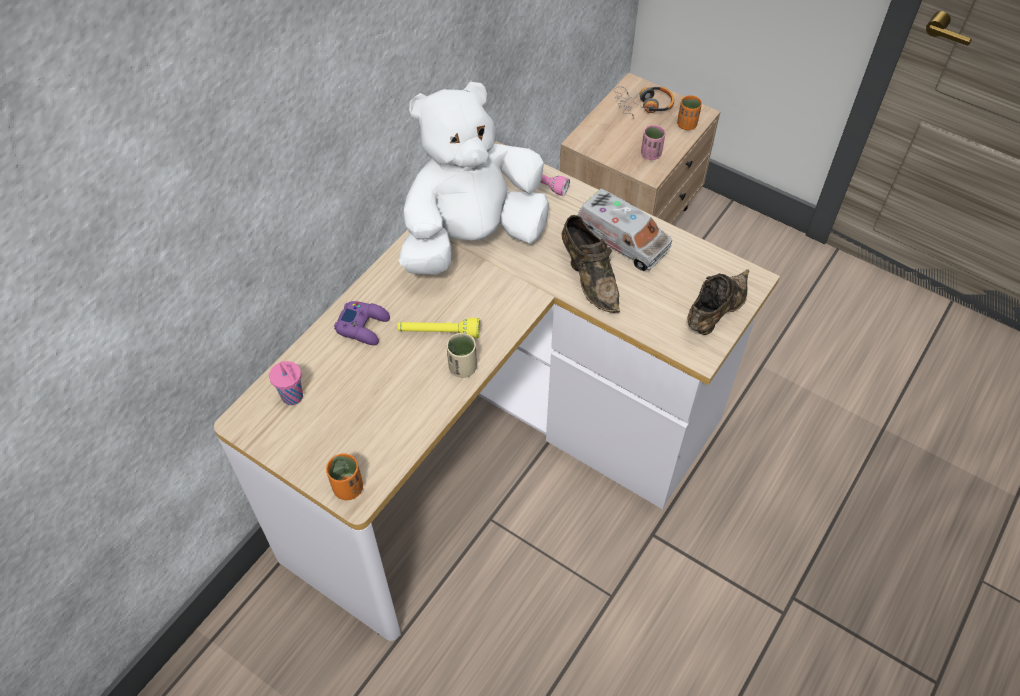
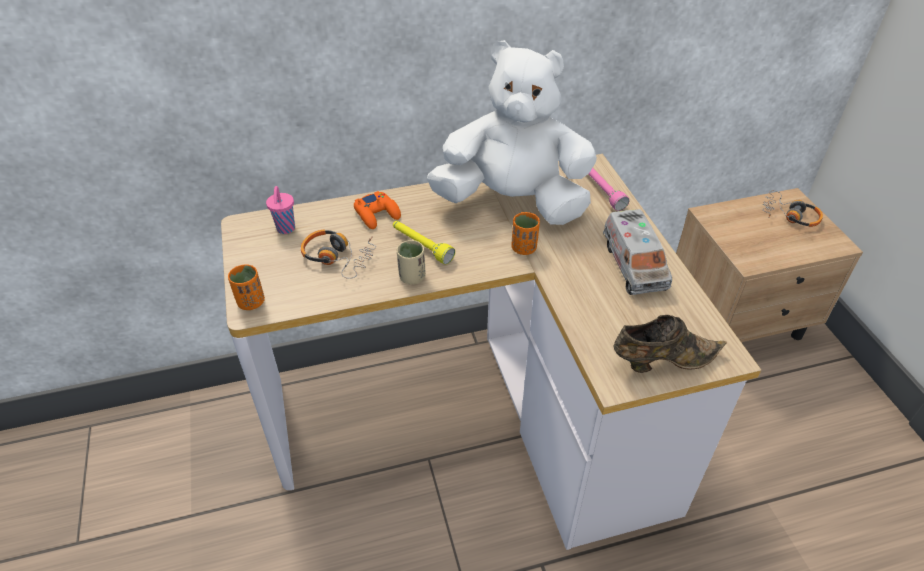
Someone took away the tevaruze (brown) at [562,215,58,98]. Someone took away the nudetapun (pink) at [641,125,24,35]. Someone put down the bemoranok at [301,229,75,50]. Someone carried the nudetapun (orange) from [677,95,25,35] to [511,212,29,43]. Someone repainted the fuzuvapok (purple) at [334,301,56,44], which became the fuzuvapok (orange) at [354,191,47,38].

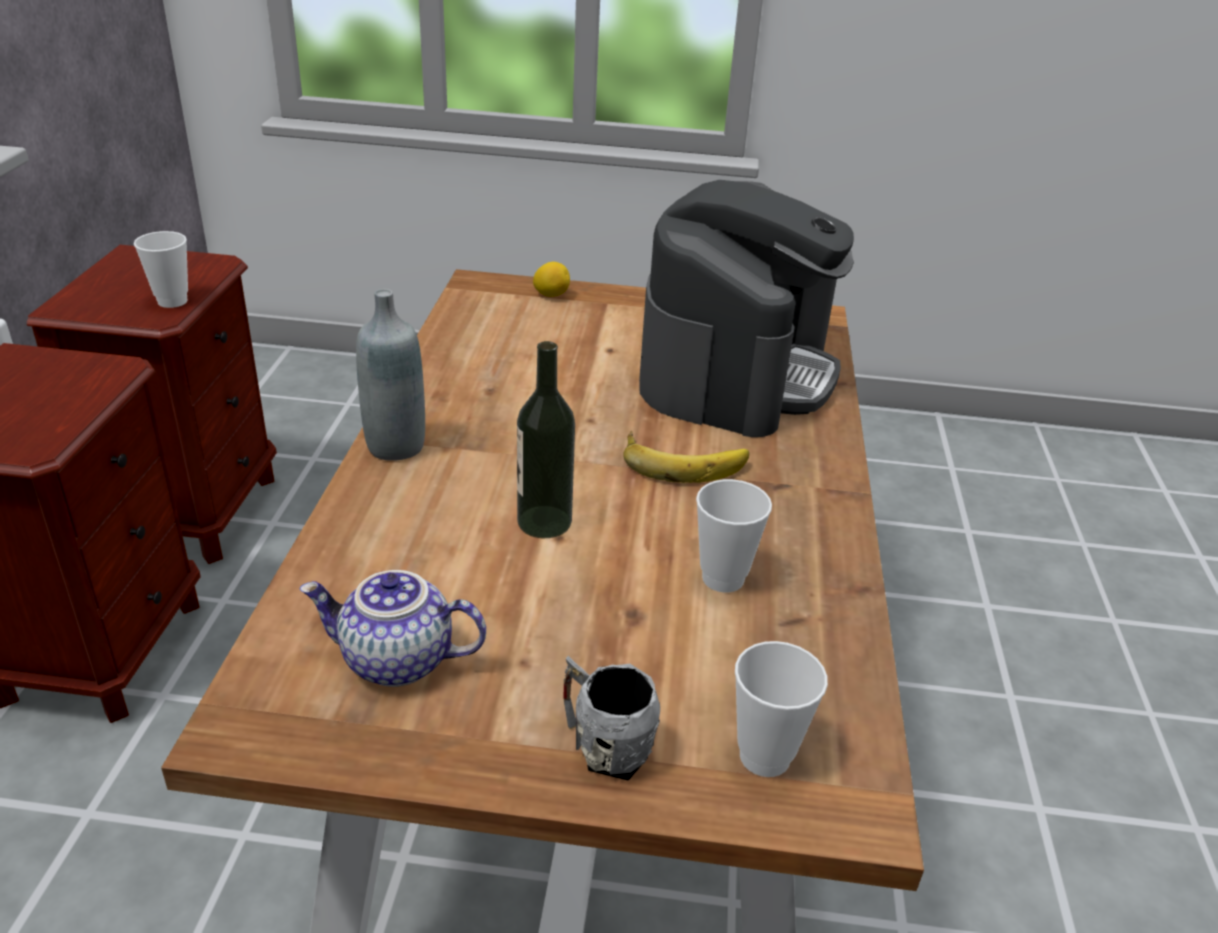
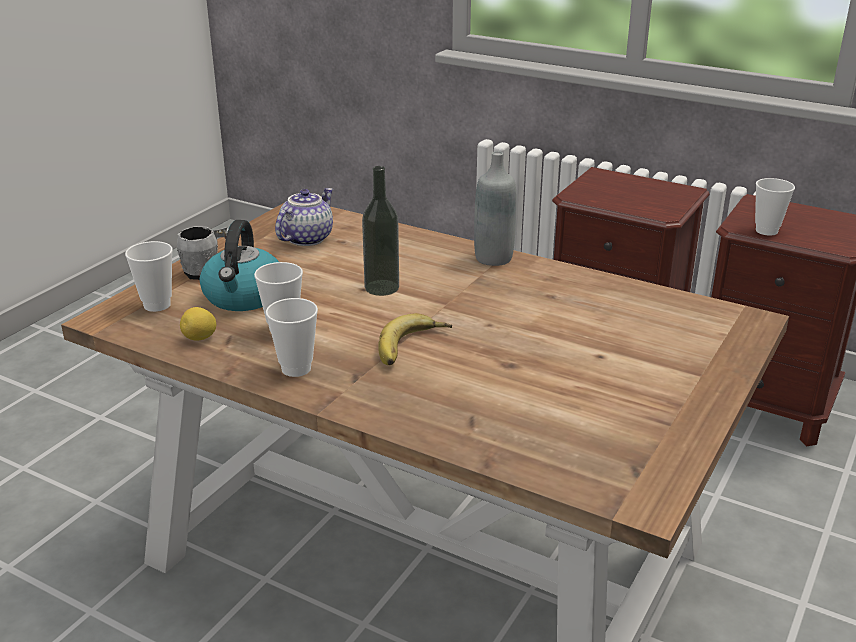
Someone took away the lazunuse at [639,180,215,257]. Someone put down the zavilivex at [199,220,80,91]. Someone put down the nudetapun at [266,298,52,79]. Someone carried the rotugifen from [533,262,37,35] to [180,307,36,34].

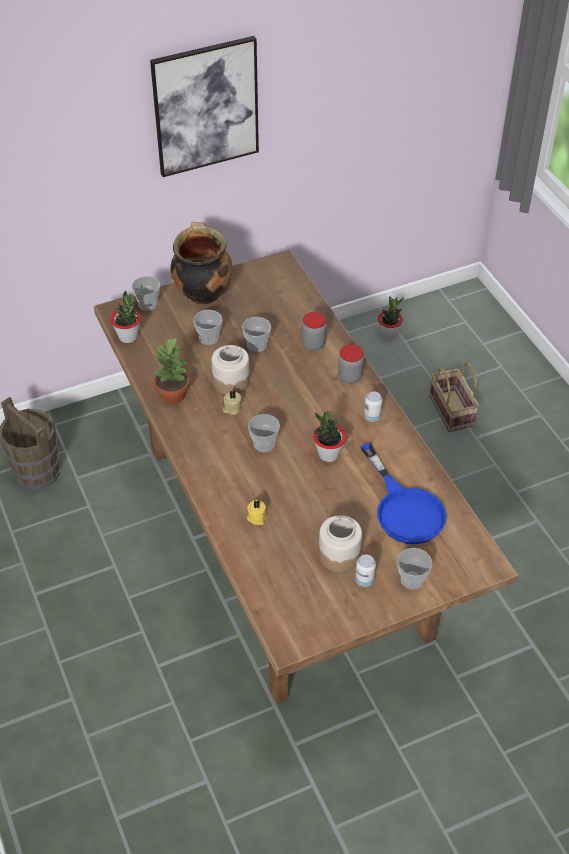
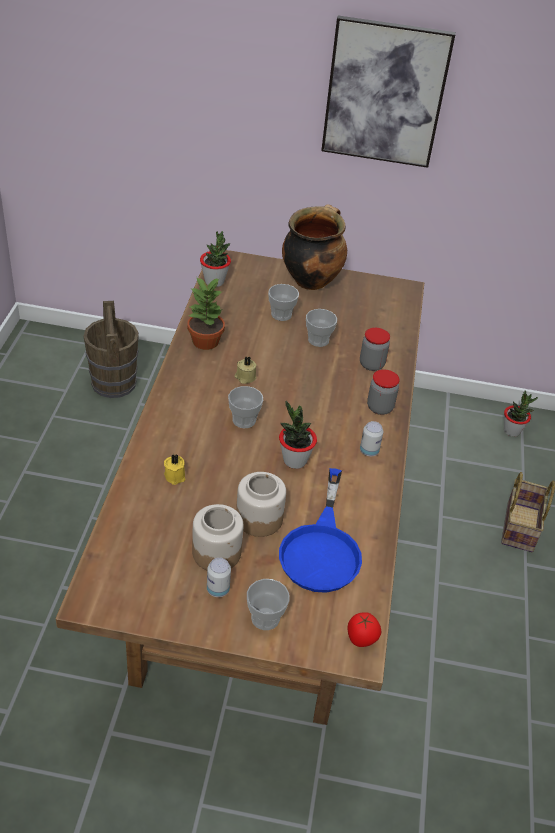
Someone took away the nudetapun at [132,276,28,35]. Someone put down the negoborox at [347,612,34,35]. Someone carried the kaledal from [212,345,38,50] to [236,472,50,65].

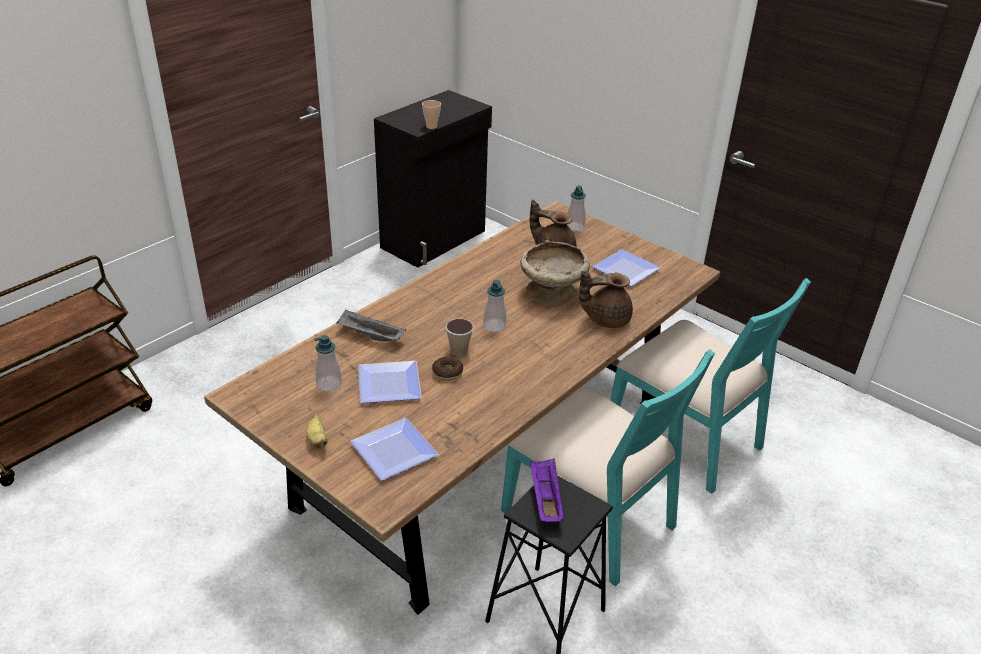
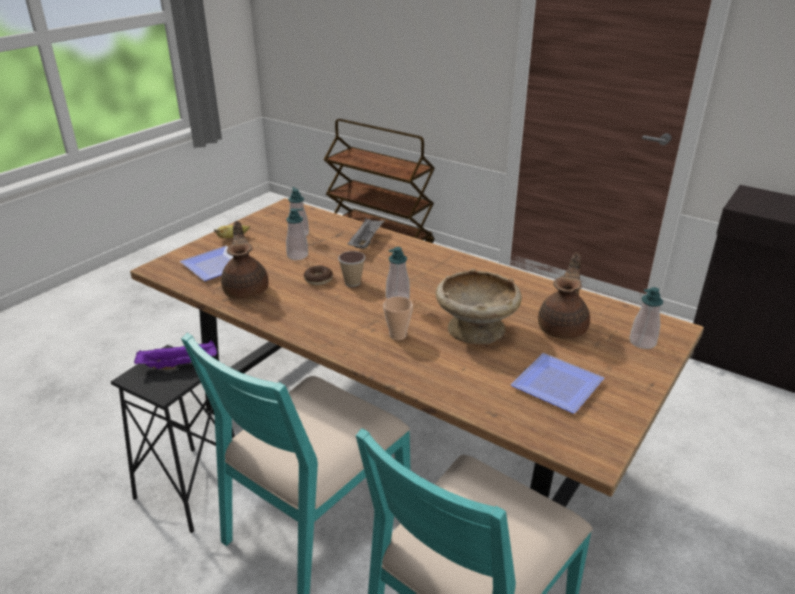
Someone carried the nudetapun from [422,100,19,29] to [383,297,30,43]. Someone carried the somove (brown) from [579,271,54,57] to [221,221,48,78]. Someone swapped the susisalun at [358,361,64,42] for the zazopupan at [286,208,22,52].

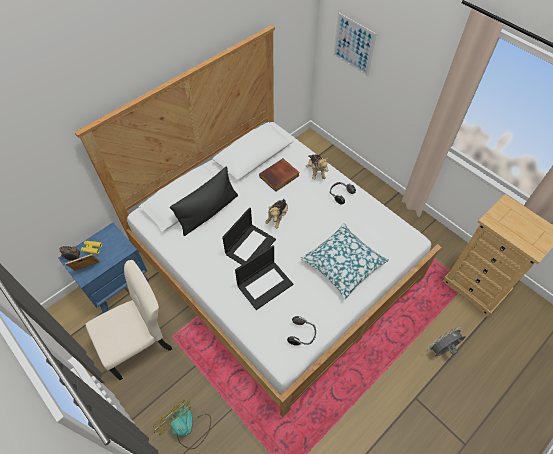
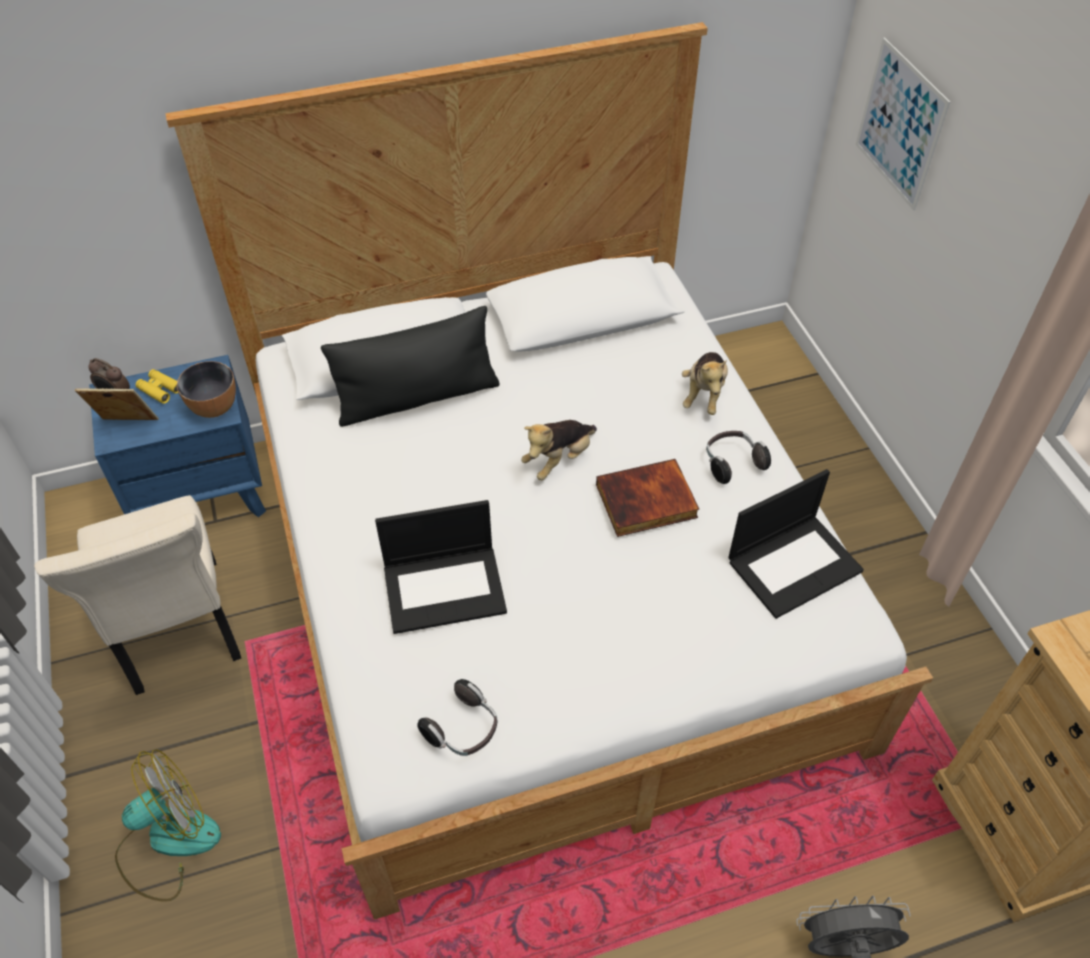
Someone took away the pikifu at [301,223,88,76]. Someone put down the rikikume at [177,361,59,57]. Someone carried the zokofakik from [222,207,54,58] to [728,469,136,150]. Someone carried the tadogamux from [259,158,41,34] to [596,459,103,78]. Someone rotated the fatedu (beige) at [86,260,86,120] by 75 degrees clockwise. Someone rotated the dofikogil at [153,399,58,50] by 75 degrees clockwise.

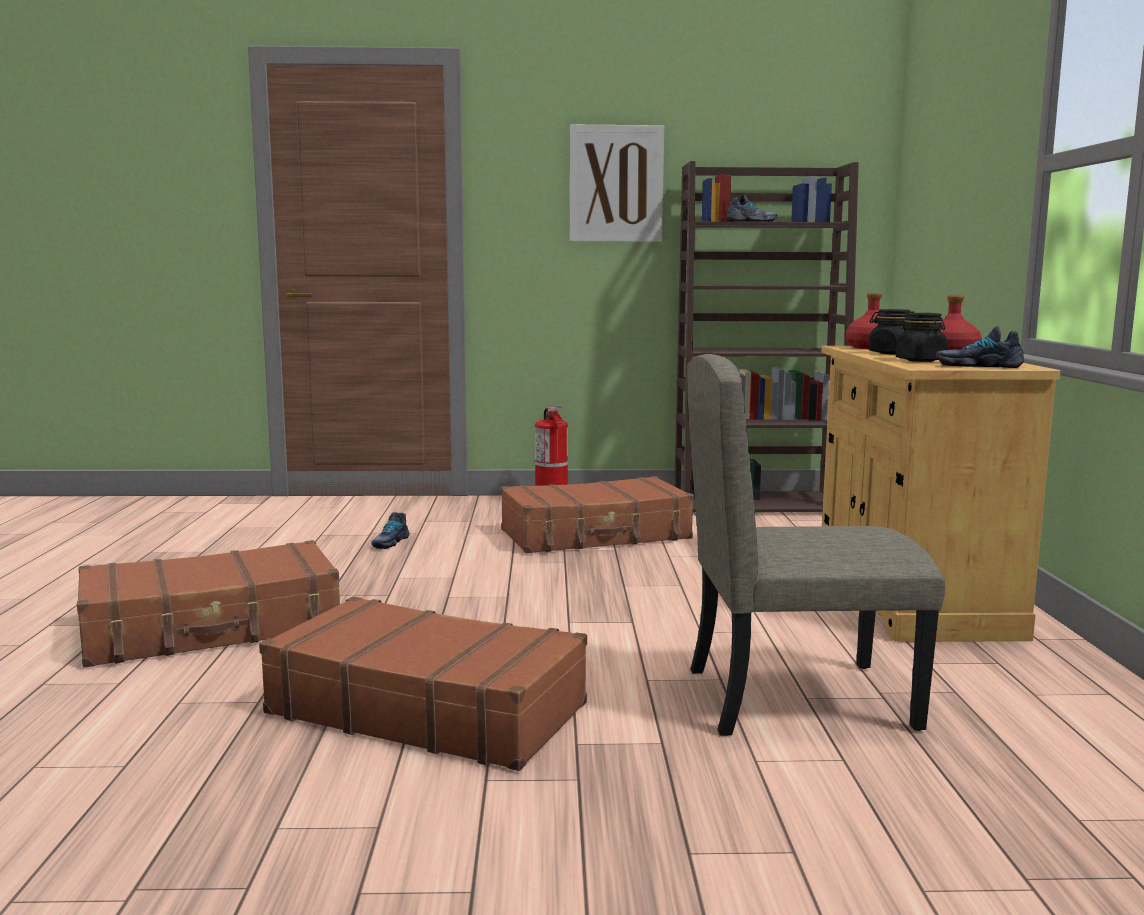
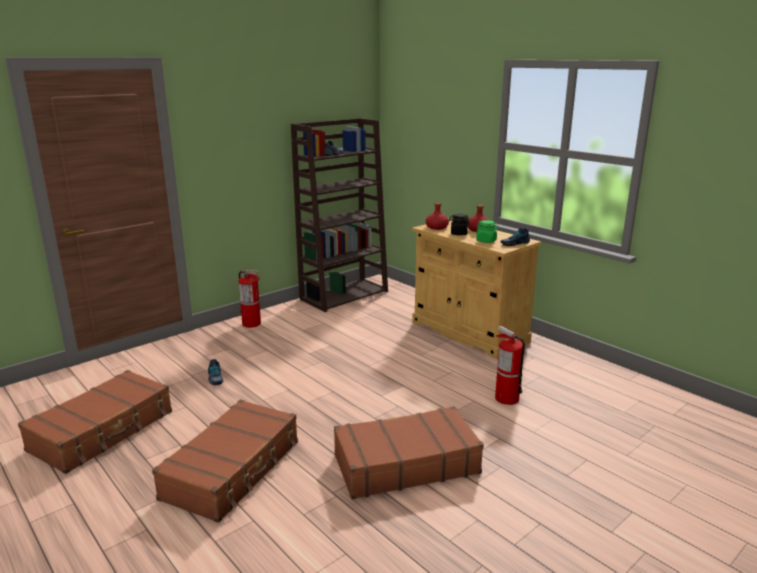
Someone took away the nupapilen at [570,125,94,117]. Someone carried the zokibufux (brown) from [501,476,193,77] to [18,370,154,104]. Someone swapped the fatedu (beige) at [687,354,258,382] for the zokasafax at [495,326,30,79]. Someone repainted the kaledal (black) at [896,313,52,49], which became the kaledal (green) at [476,220,23,23].

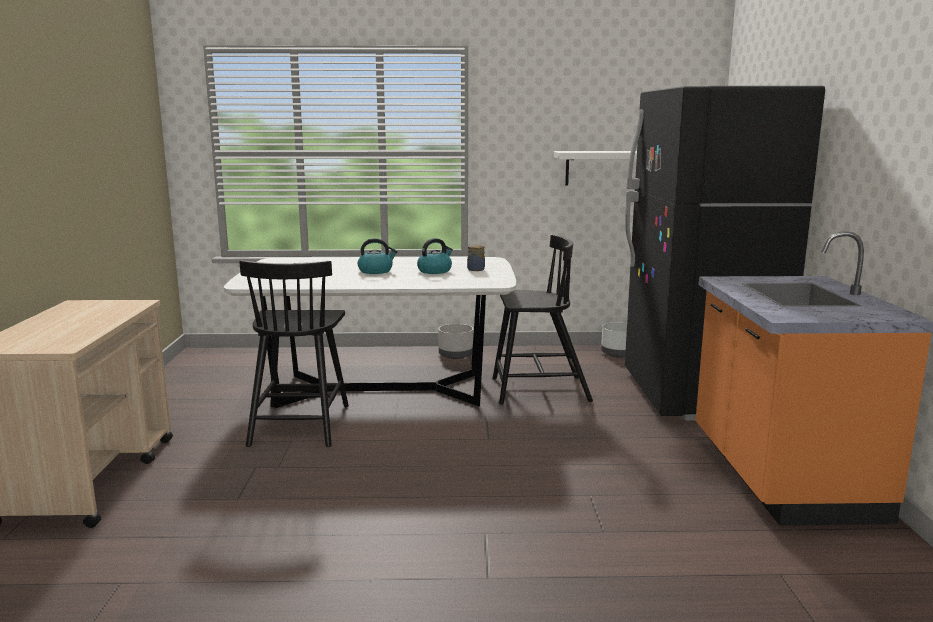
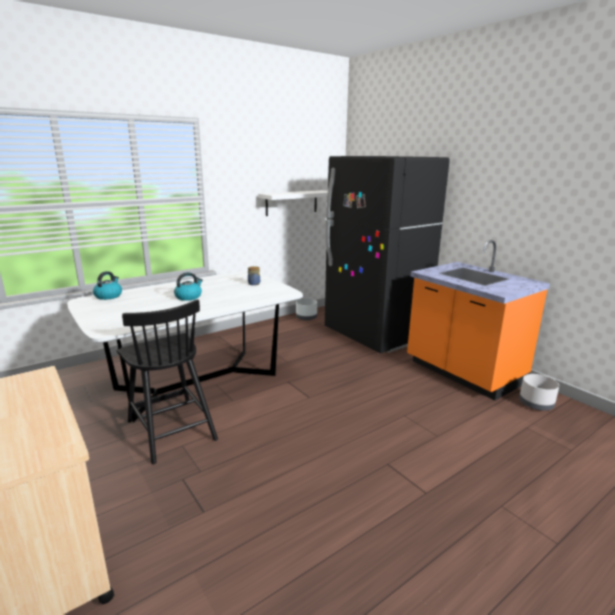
Someone took away the fatedu (black) at [493,235,100,170]. Someone carried the zavilivex from [417,238,36,36] to [93,271,29,29]. Someone carried the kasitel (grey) from [438,324,35,35] to [519,374,40,37].

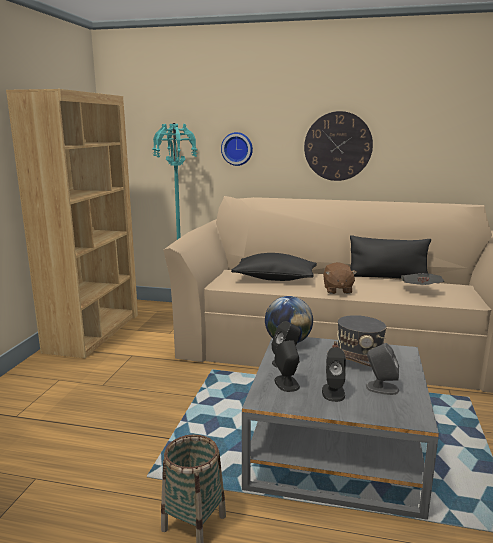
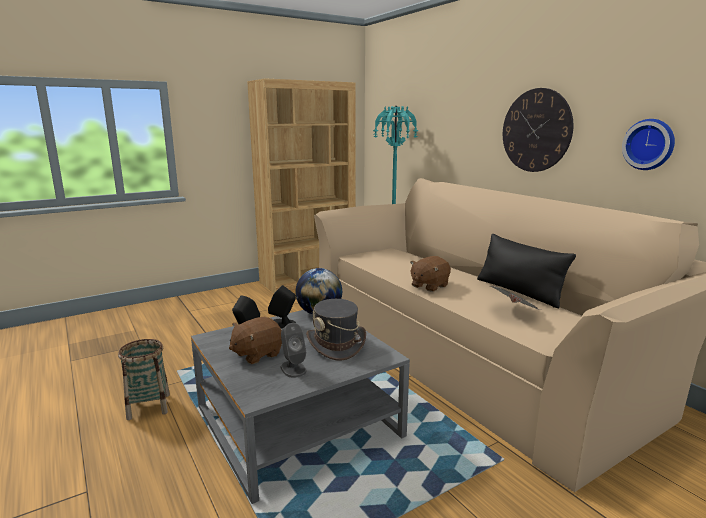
Someone took away the pikifu (black) at [231,253,86,28]. Someone carried the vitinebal from [221,132,32,34] to [622,119,53,51]. Someone swapped the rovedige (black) at [322,347,24,55] for the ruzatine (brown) at [229,317,53,47].

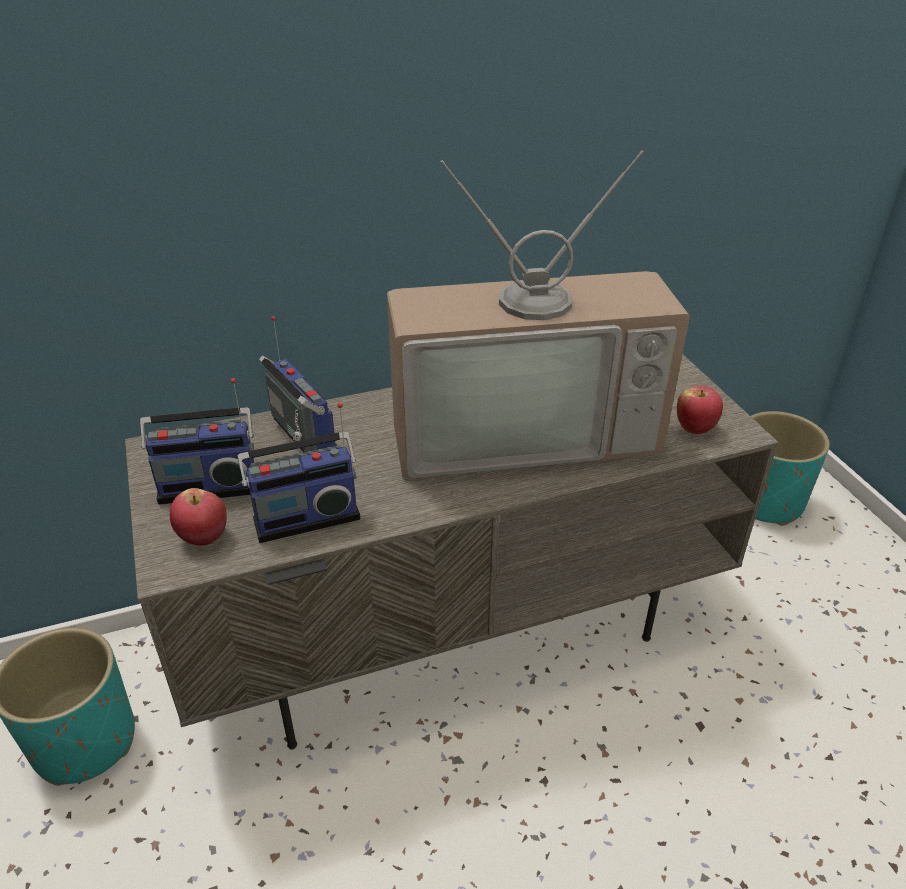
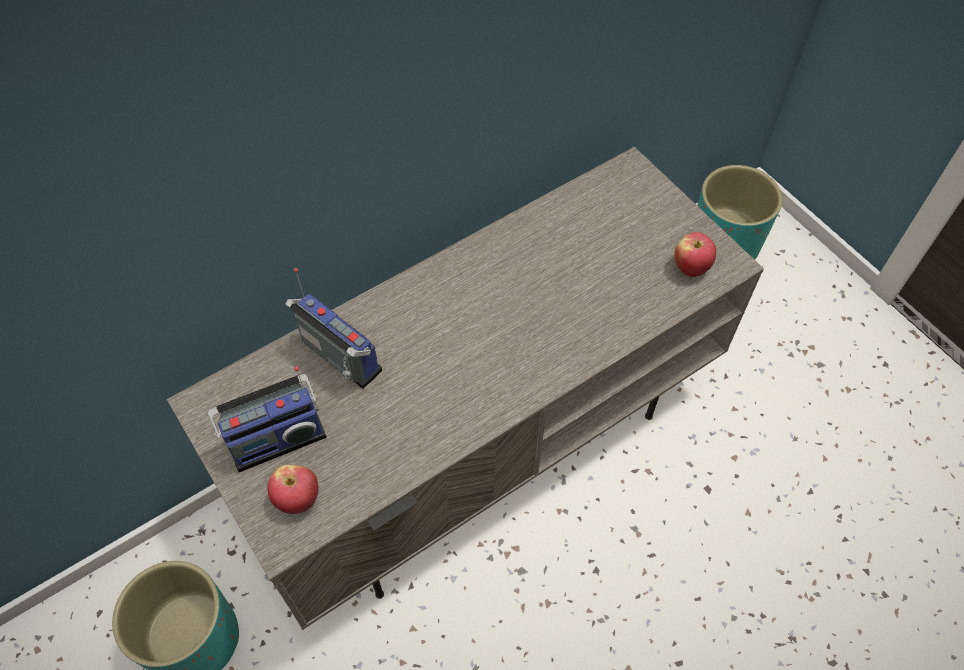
Someone took away the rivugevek at [238,402,122,141]. Someone took away the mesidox at [387,150,303,329].

